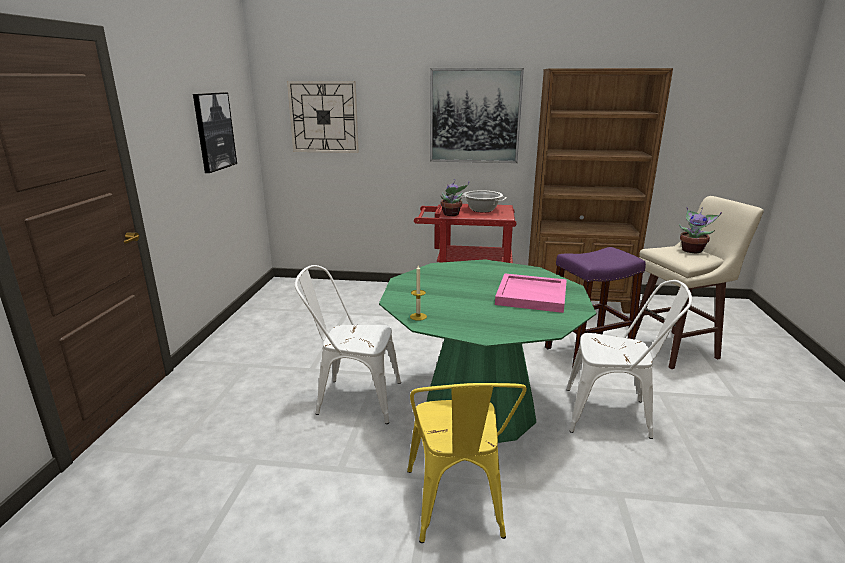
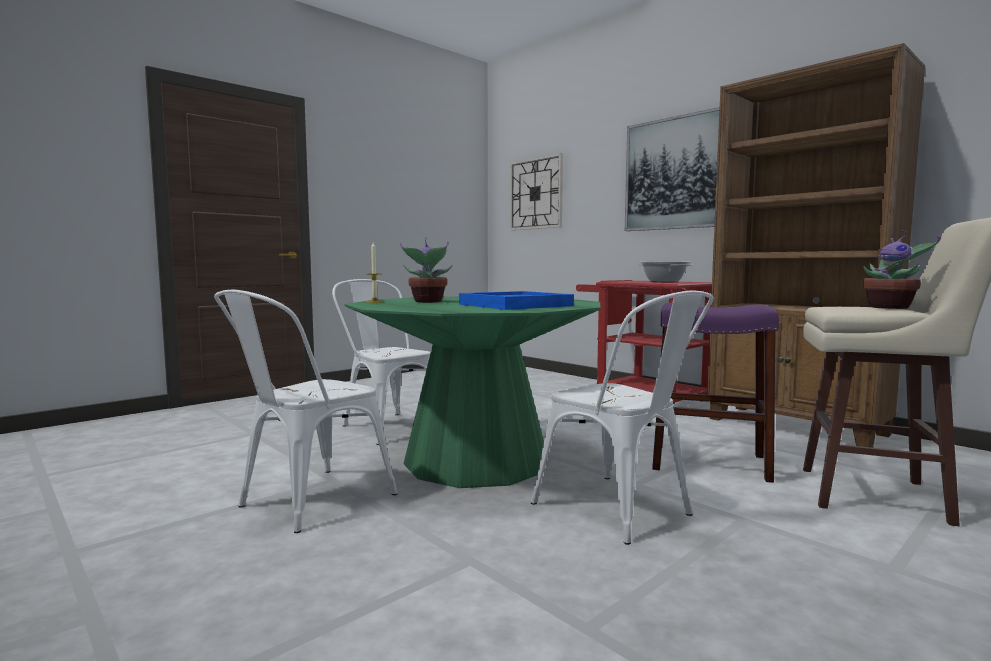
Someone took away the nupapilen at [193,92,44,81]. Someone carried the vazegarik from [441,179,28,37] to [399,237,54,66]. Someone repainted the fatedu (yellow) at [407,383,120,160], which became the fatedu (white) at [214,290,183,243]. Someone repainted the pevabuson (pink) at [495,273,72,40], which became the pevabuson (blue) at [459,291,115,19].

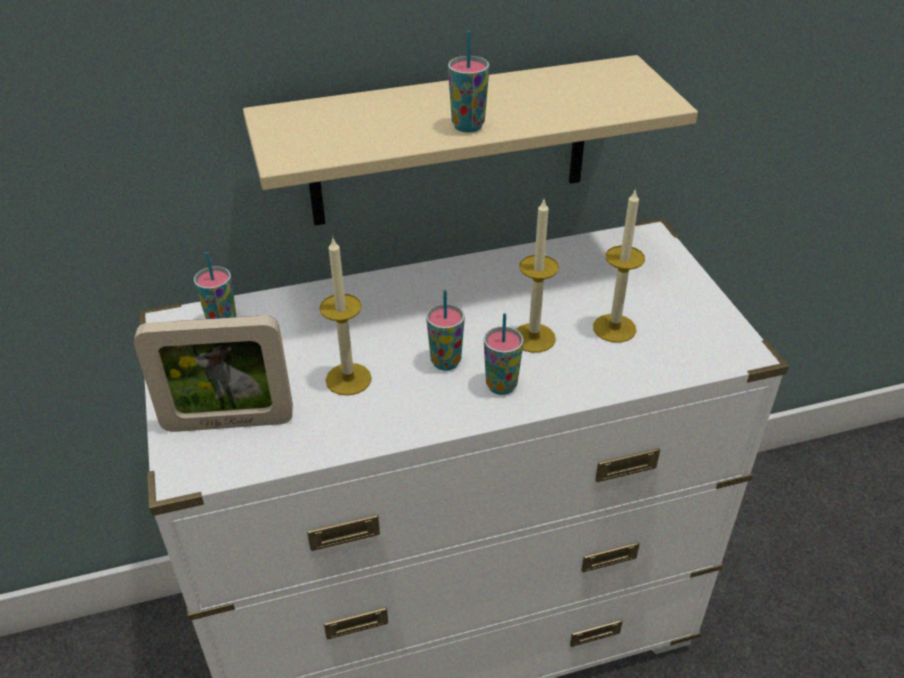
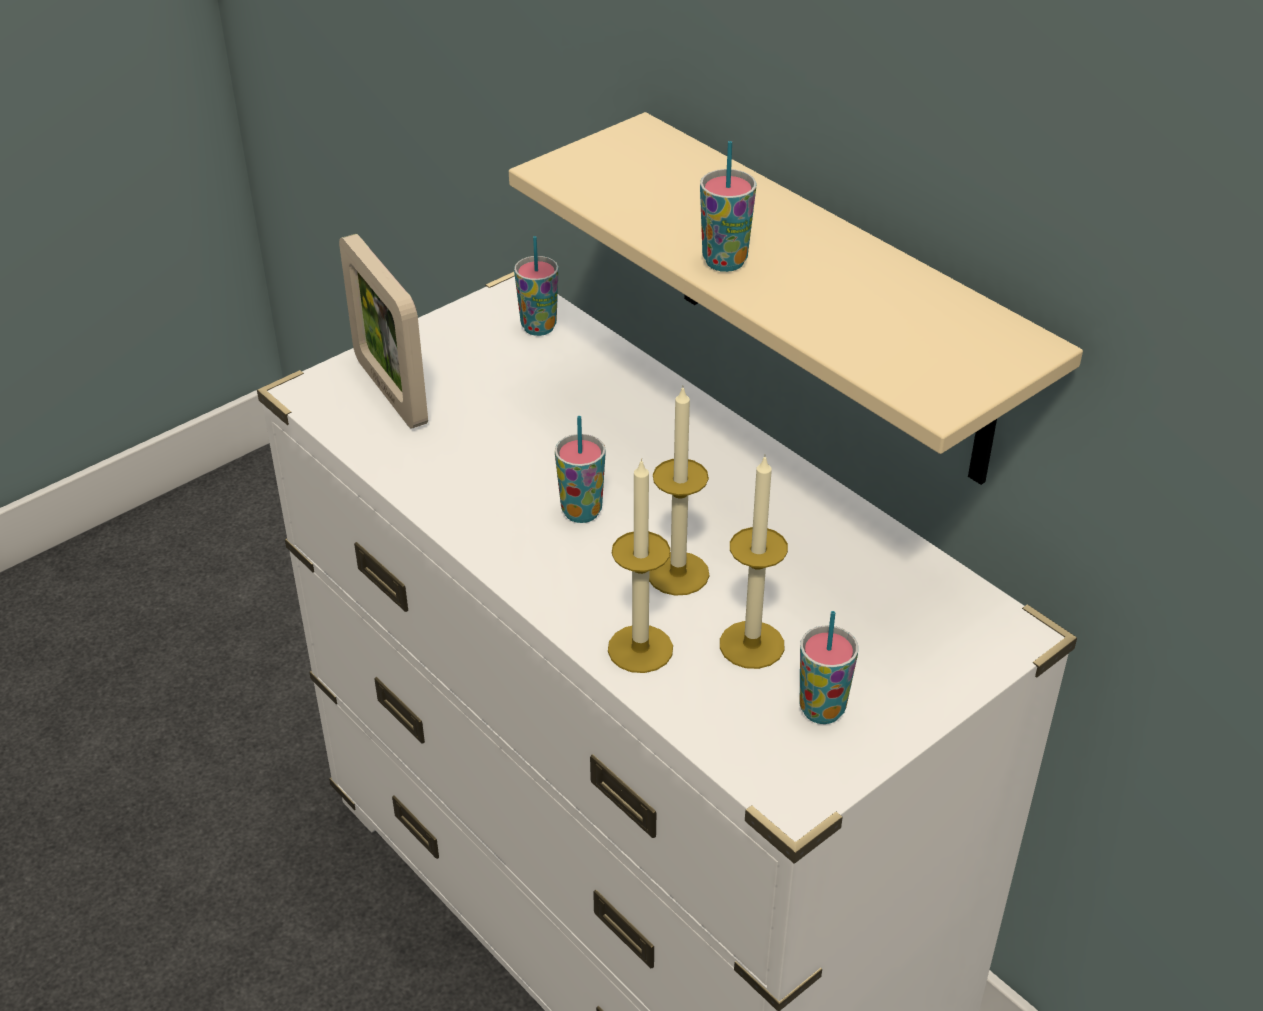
Someone carried the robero from [319,238,53,158] to [608,458,65,215]. Someone carried the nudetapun from [484,313,40,82] to [800,611,58,113].

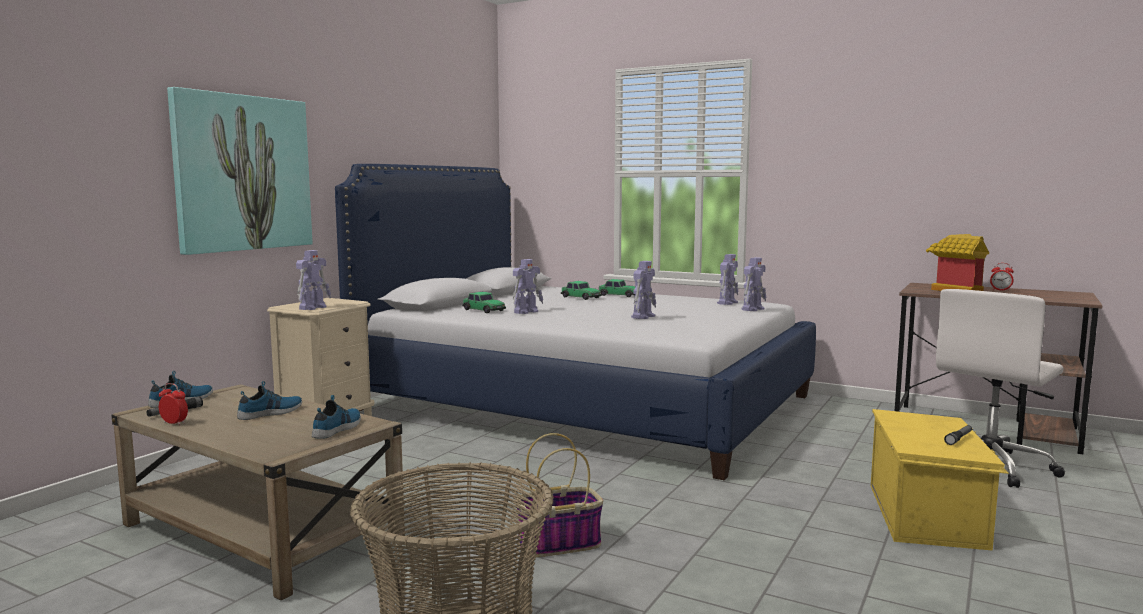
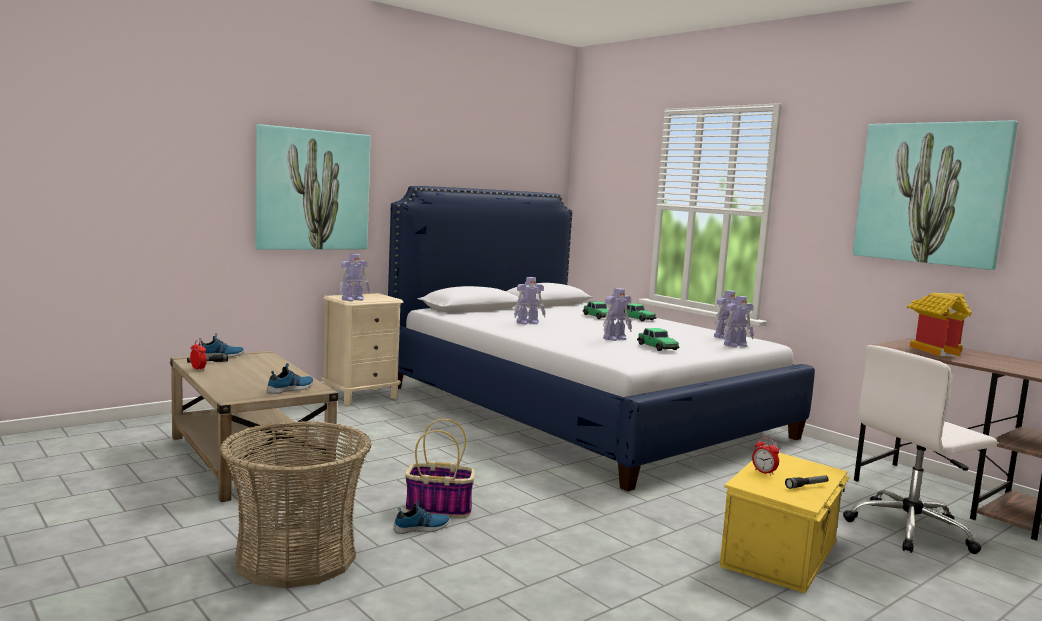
Someone put up the nupapilen at [853,121,165,149]. Someone carried the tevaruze from [237,381,65,39] to [393,500,57,34]. Someone carried the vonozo from [462,292,44,21] to [637,328,42,23]. Someone carried the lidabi from [990,263,24,28] to [752,437,27,39].

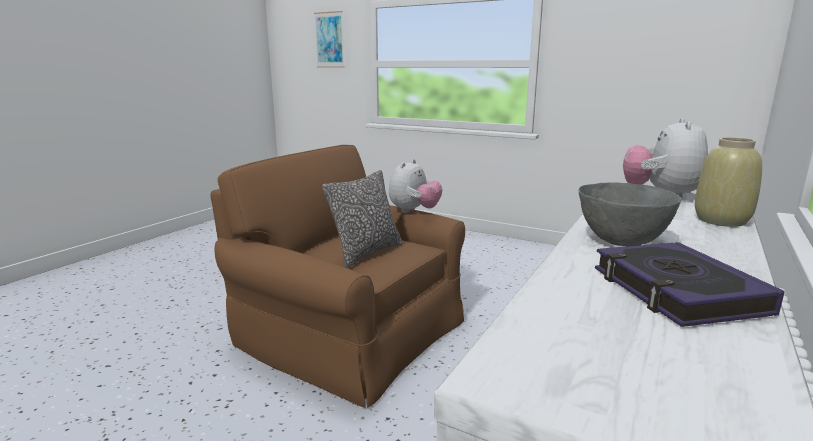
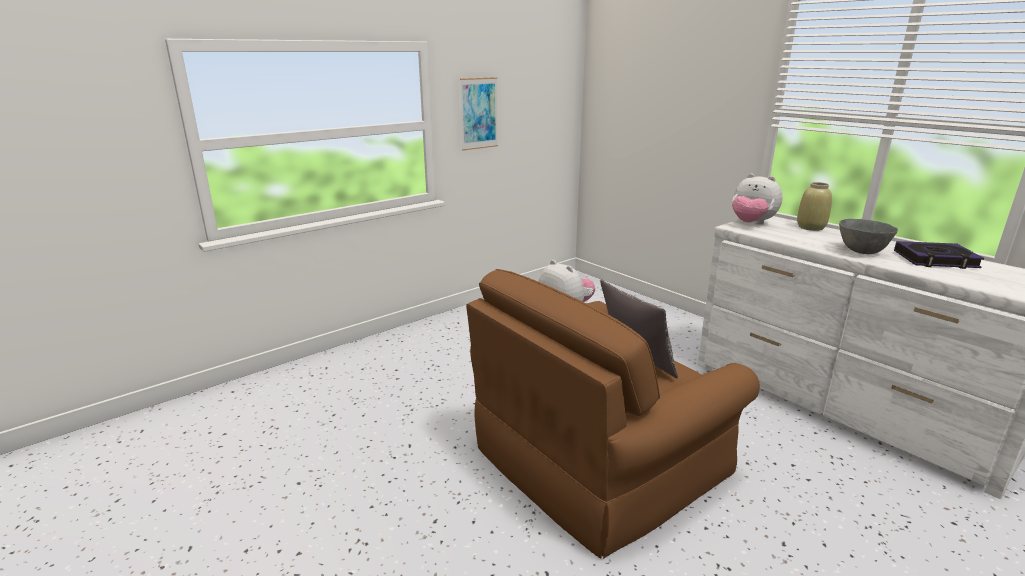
Someone carried the nupapilen from [314,11,31,57] to [460,77,38,74].

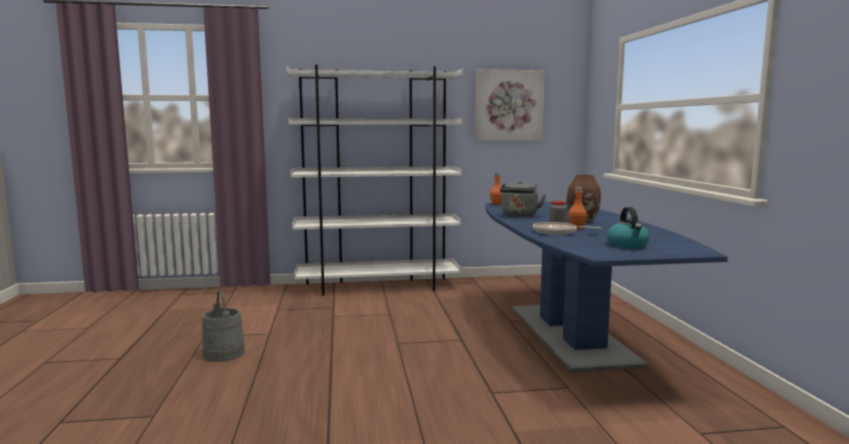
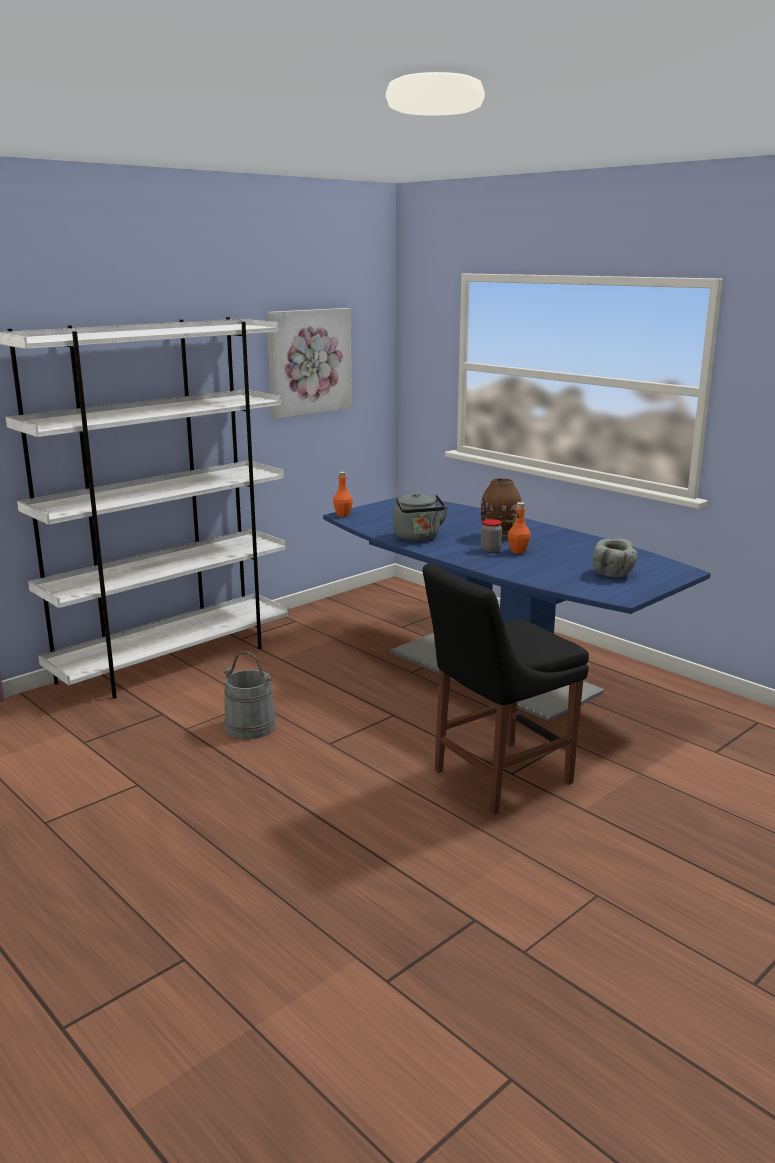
Someone took away the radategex at [533,222,69,13]. Someone put down the fatedu (black) at [423,563,166,252]. Someone carried the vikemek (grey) from [202,290,43,72] to [224,651,52,88]. Someone swapped the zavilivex at [607,207,43,41] for the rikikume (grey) at [592,539,45,38].

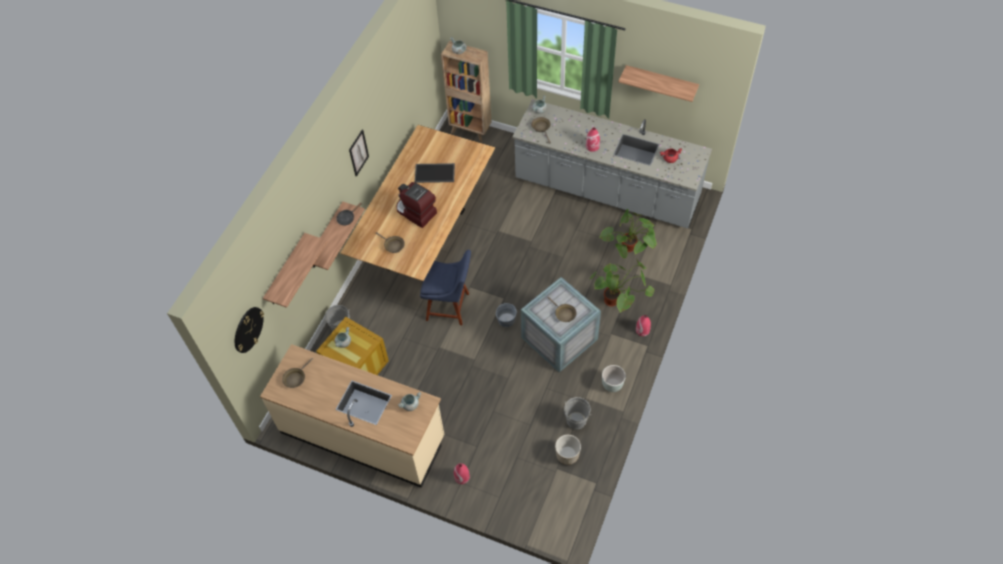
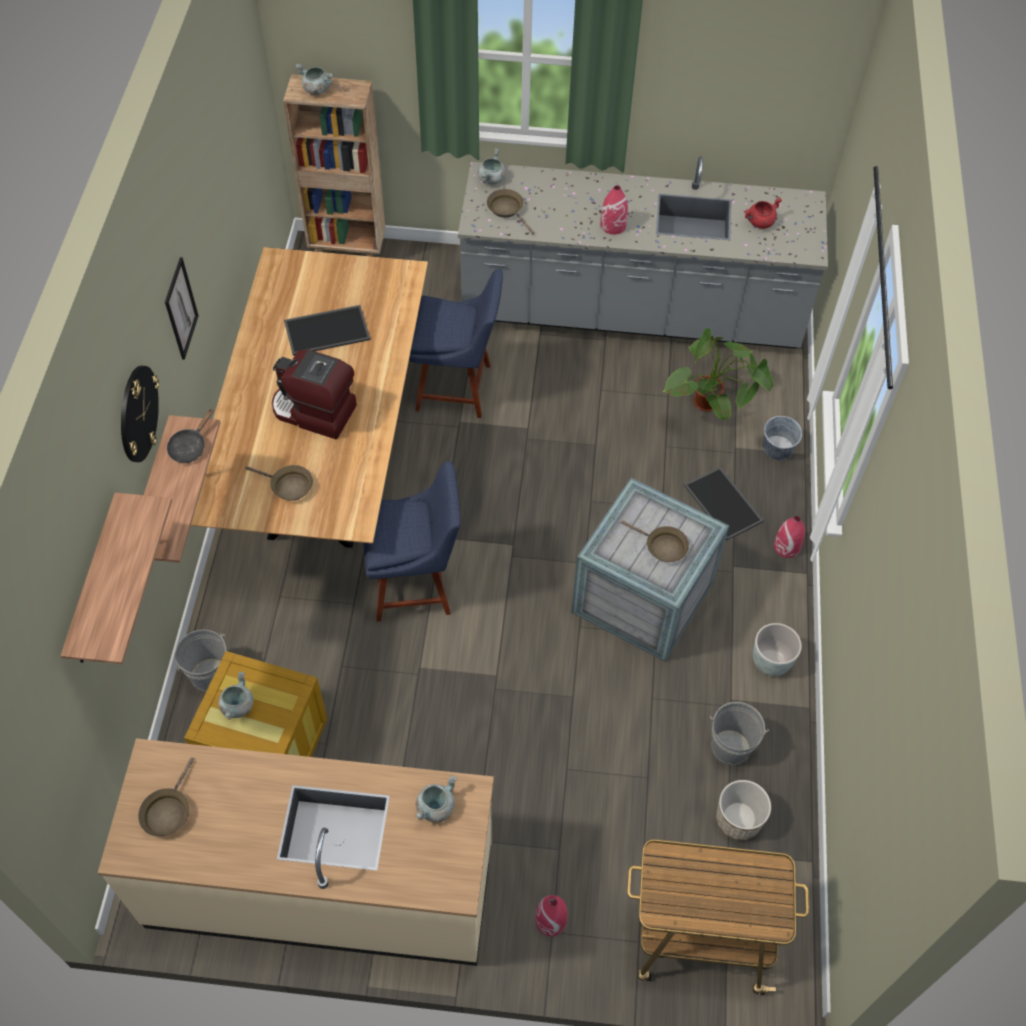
Someone took away the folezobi at [618,65,81,37]. Someone put down the fatedu (blue) at [409,269,94,149]. Someone put down the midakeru at [627,839,182,156]. Someone carried the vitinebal from [235,307,29,46] to [121,366,38,96]. Someone carried the vikemek (grey) from [496,303,21,24] to [763,416,40,44]. Someone swapped the vazegarik at [590,258,64,55] for the pevabuson at [684,467,80,73].

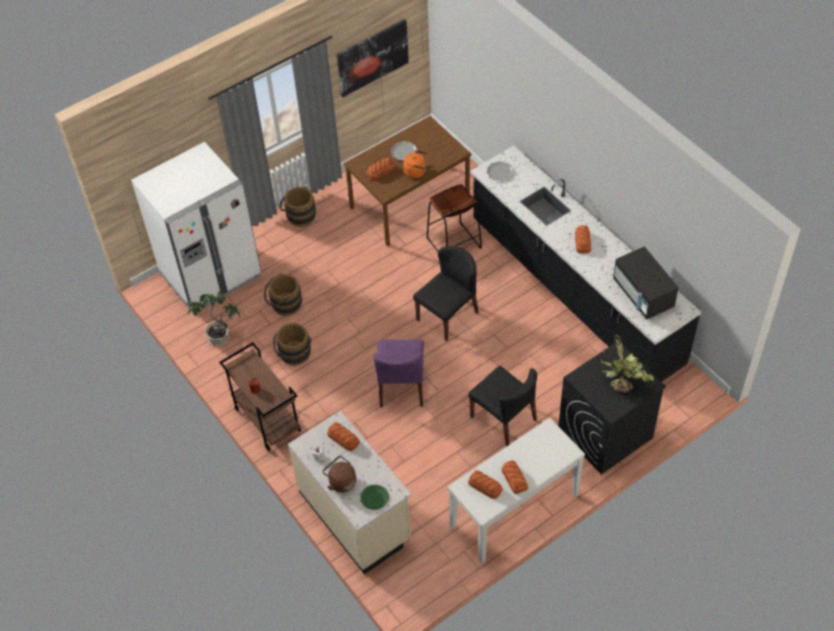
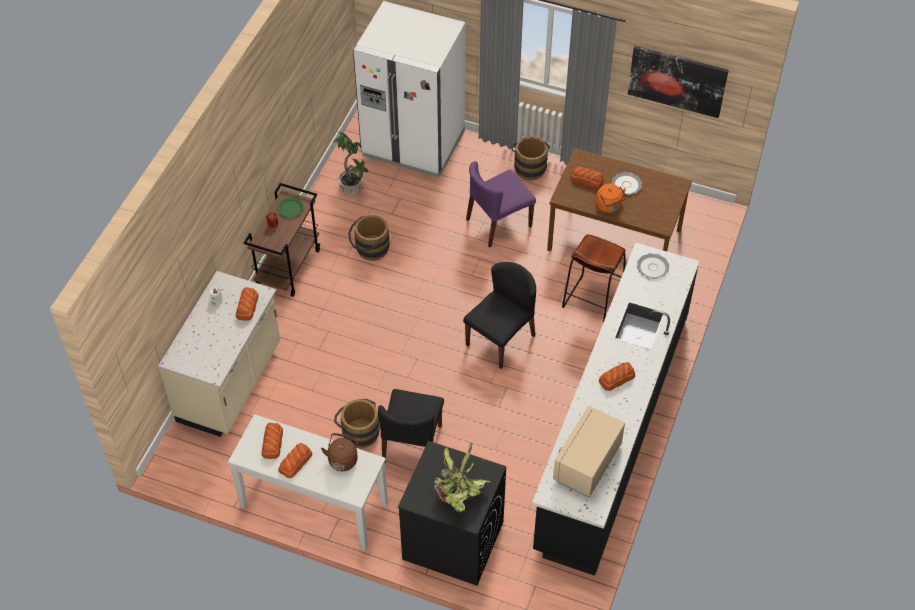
Someone carried the vikemek (brown) from [264,274,38,42] to [334,399,46,49]. Someone carried the zavilivex (brown) from [322,456,34,37] to [321,433,38,38]. Someone carried the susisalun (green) from [360,485,29,25] to [277,197,27,20]. Someone carried the fatedu (purple) from [373,340,51,67] to [466,161,70,87]. Someone repainted the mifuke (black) at [613,247,66,73], which became the mifuke (beige) at [553,406,72,92]. Someone rotated the fatedu (black) at [413,246,66,95] by 60 degrees counterclockwise.

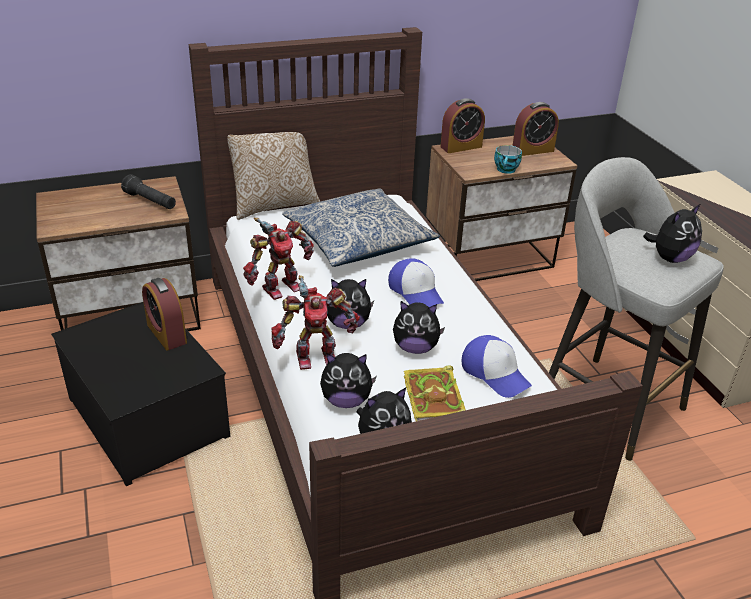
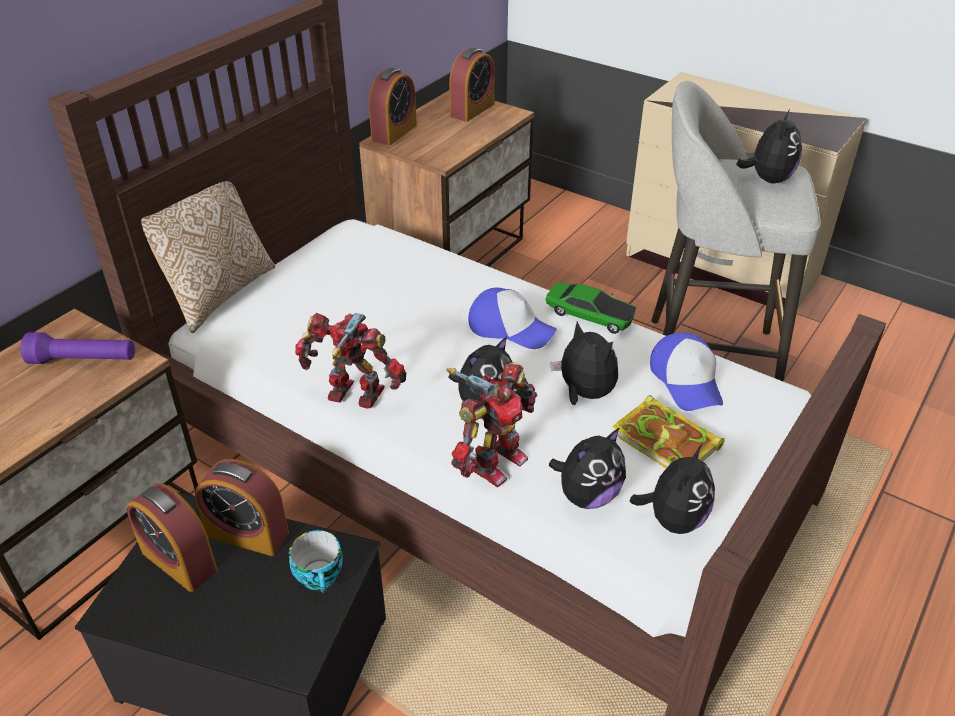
Someone took away the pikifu at [282,188,158,79]. Someone put down the lidabi at [127,483,91,109]. Someone put down the vonozo at [545,282,91,52]. Someone carried the nudetapun from [494,145,28,29] to [289,530,54,63]. Someone repainted the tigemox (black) at [121,174,55,35], which became the tigemox (purple) at [20,332,115,32]. Someone rotated the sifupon at [243,218,71,82] by 90 degrees counterclockwise. Someone rotated the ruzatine at [393,301,52,53] by 105 degrees counterclockwise. Someone rotated the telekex at [462,335,70,63] by 60 degrees clockwise.

